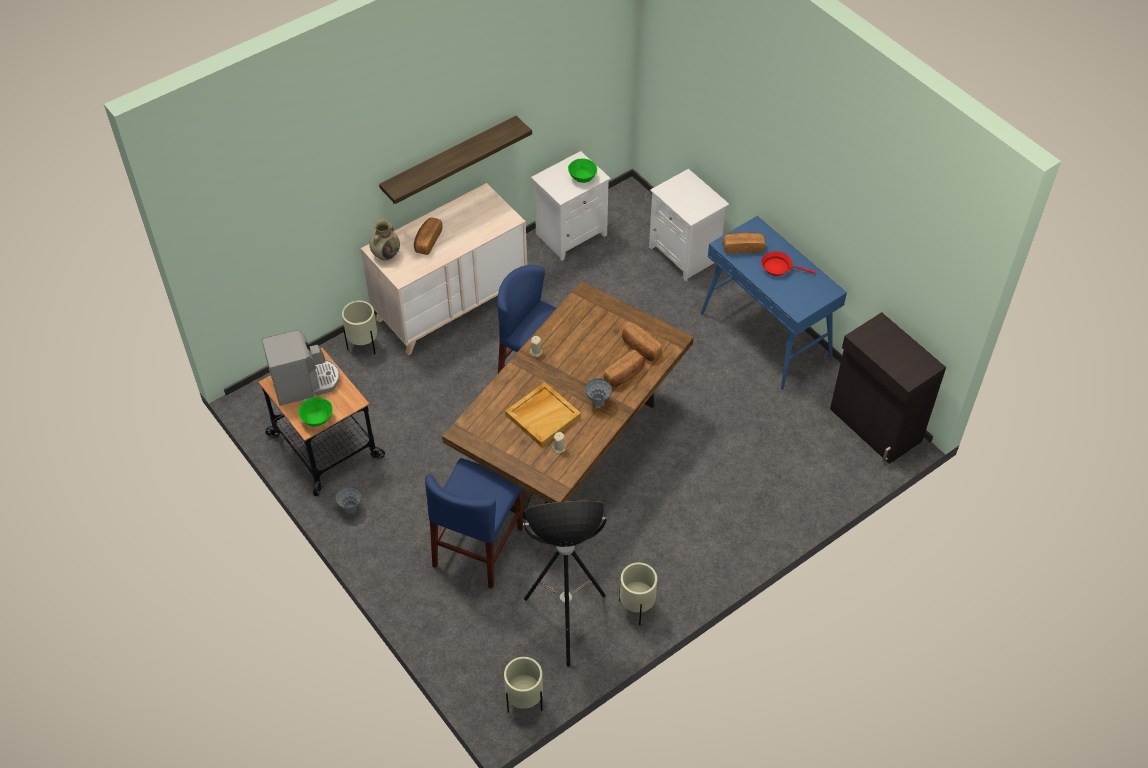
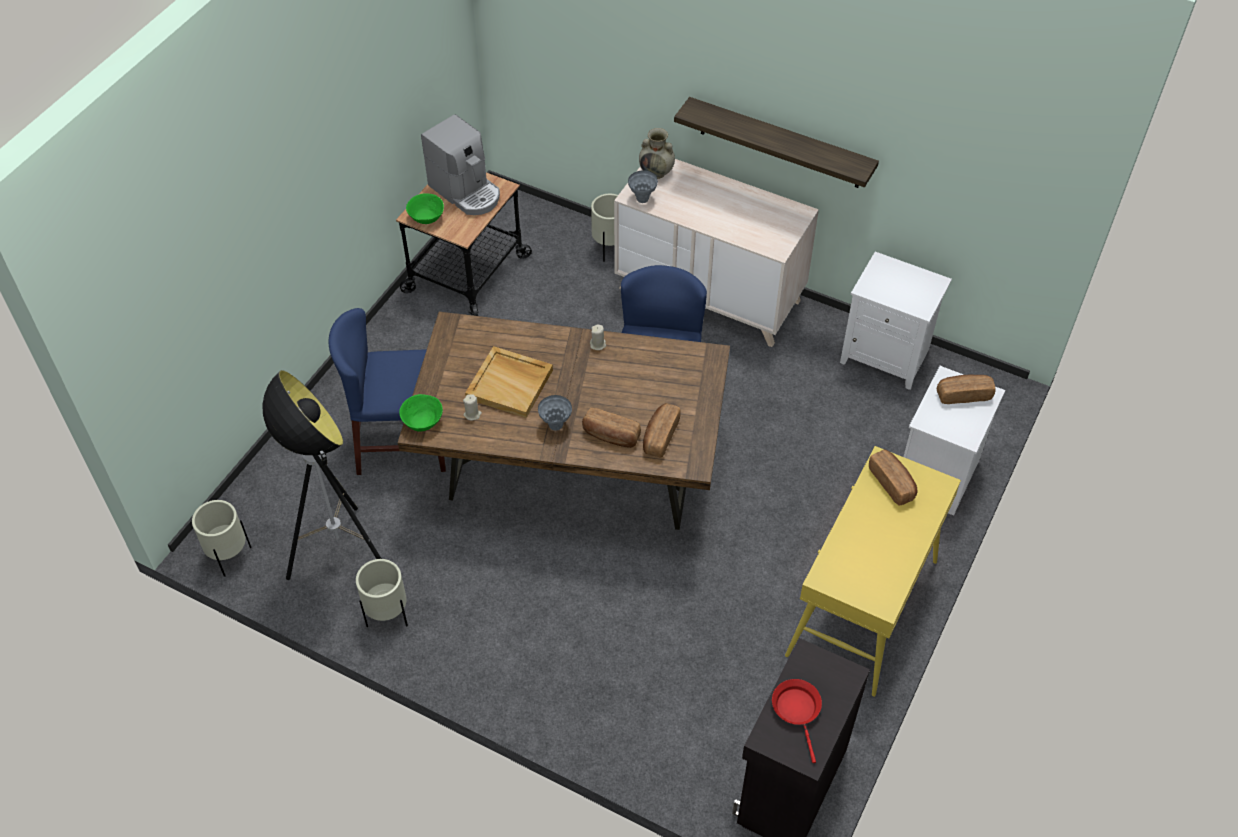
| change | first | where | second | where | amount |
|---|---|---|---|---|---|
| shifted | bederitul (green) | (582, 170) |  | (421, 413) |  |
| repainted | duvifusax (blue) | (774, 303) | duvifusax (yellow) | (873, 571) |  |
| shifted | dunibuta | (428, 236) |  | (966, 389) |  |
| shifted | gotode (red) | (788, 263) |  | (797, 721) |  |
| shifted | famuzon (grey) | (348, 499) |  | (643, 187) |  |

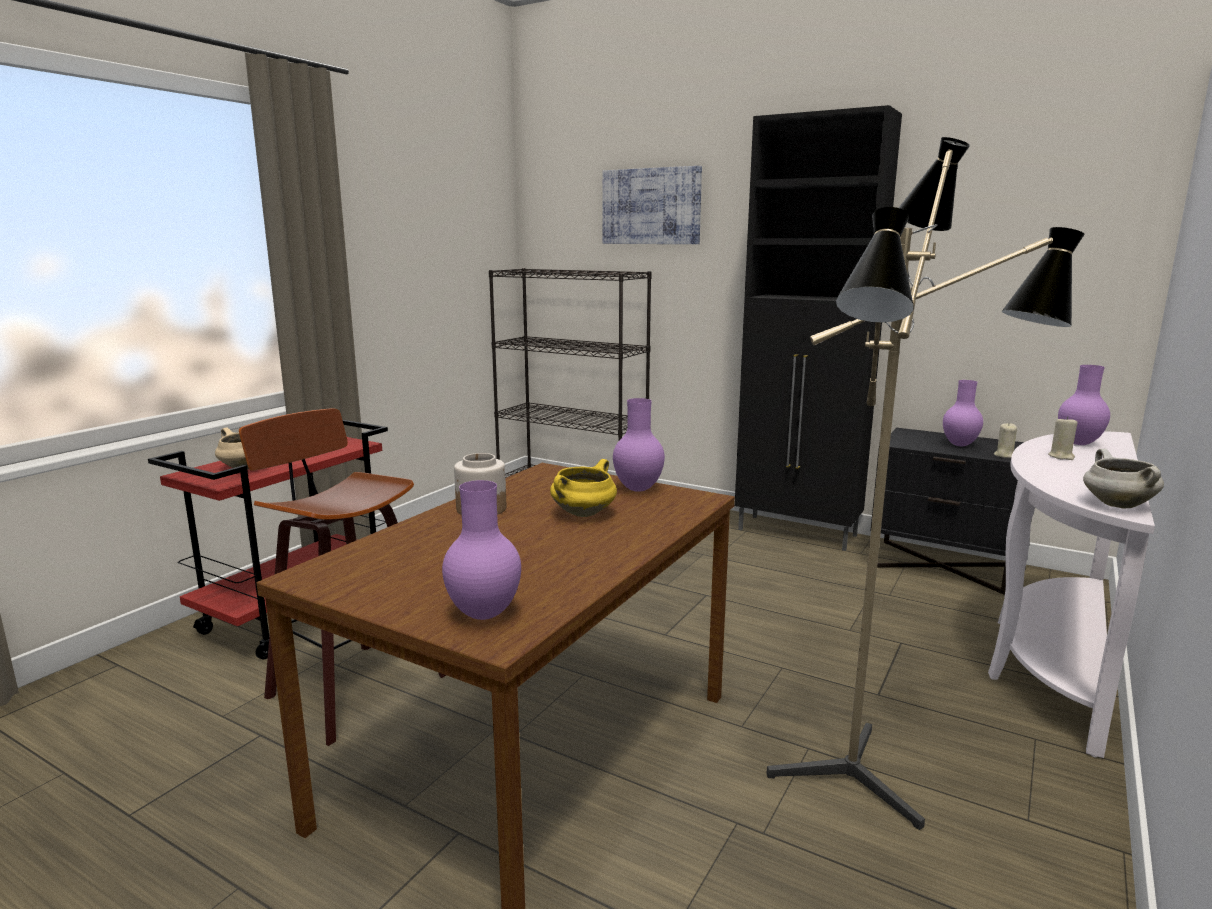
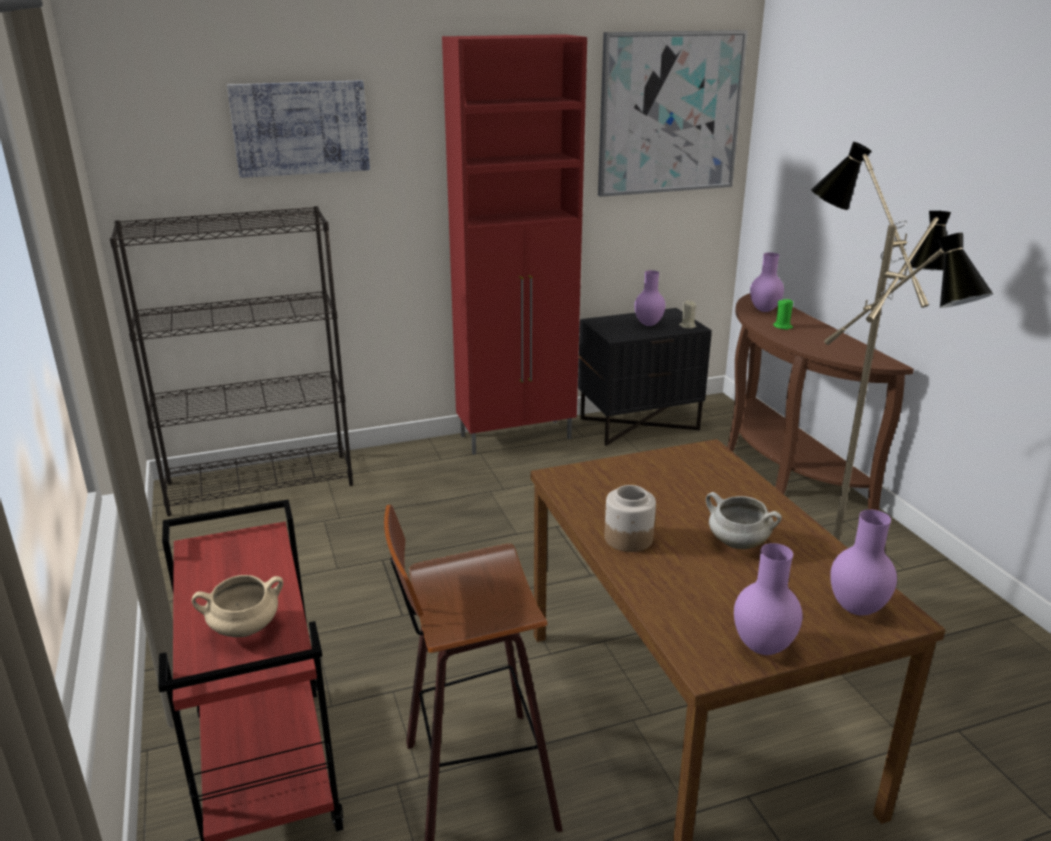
| change | first | where | second | where | amount |
|---|---|---|---|---|---|
| repainted | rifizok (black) | (818, 328) | rifizok (red) | (514, 244) |  |
| shifted | famuzon (purple) | (639, 445) |  | (768, 599) |  |
| repainted | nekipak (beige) | (1062, 438) | nekipak (green) | (783, 314) |  |
| repainted | duvifusax (white) | (1071, 594) | duvifusax (brown) | (820, 402) |  |
| shifted | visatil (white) | (1123, 478) |  | (744, 520) |  |
| gone | visatil (yellow) | (583, 488) |  |  |  |
| new |  |  | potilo | (673, 113) |  |

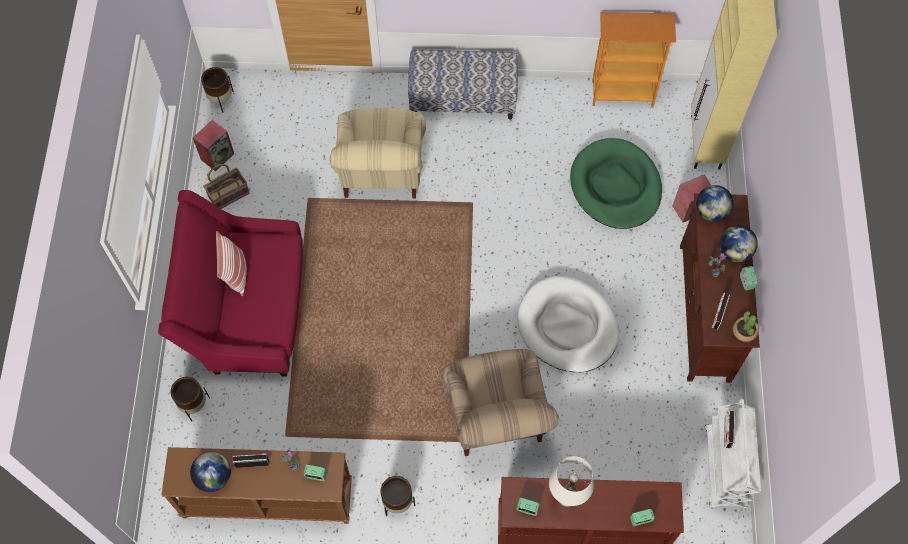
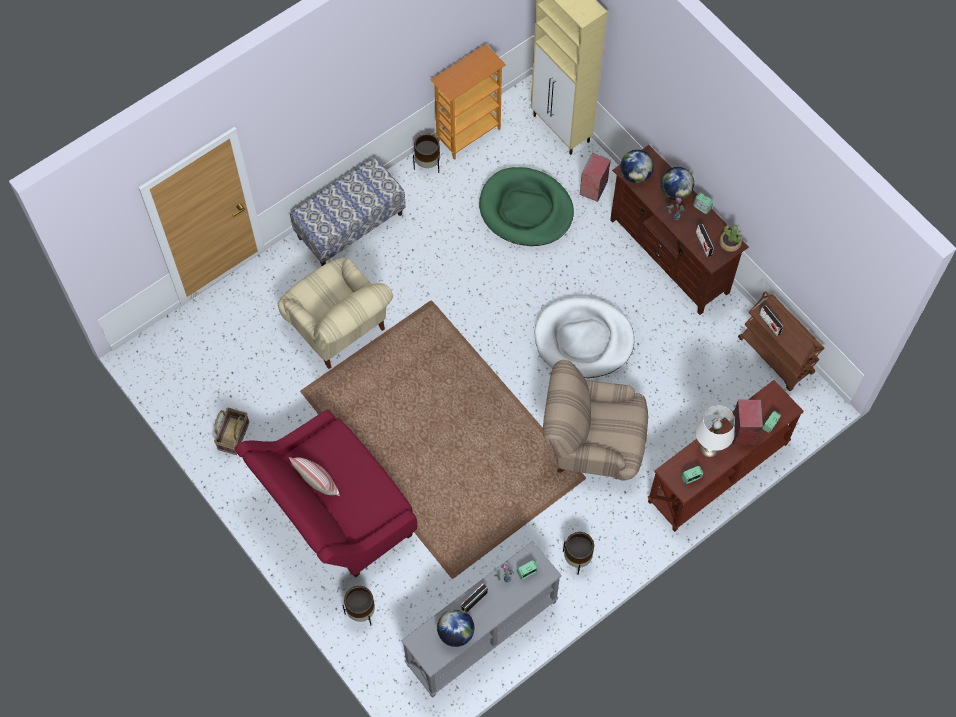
| change | first | where | second | where | amount |
|---|---|---|---|---|---|
| shifted | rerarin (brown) | (217, 90) |  | (426, 153) |  |
| shifted | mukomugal | (213, 145) |  | (747, 423) |  |
| rotated | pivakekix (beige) | (500, 402) |  | (595, 420) | 150 degrees clockwise |
| repainted | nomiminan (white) | (732, 454) | nomiminan (brown) | (781, 341) |  |
| repainted | duvifusax (brown) | (256, 485) | duvifusax (grey) | (481, 619) |  |

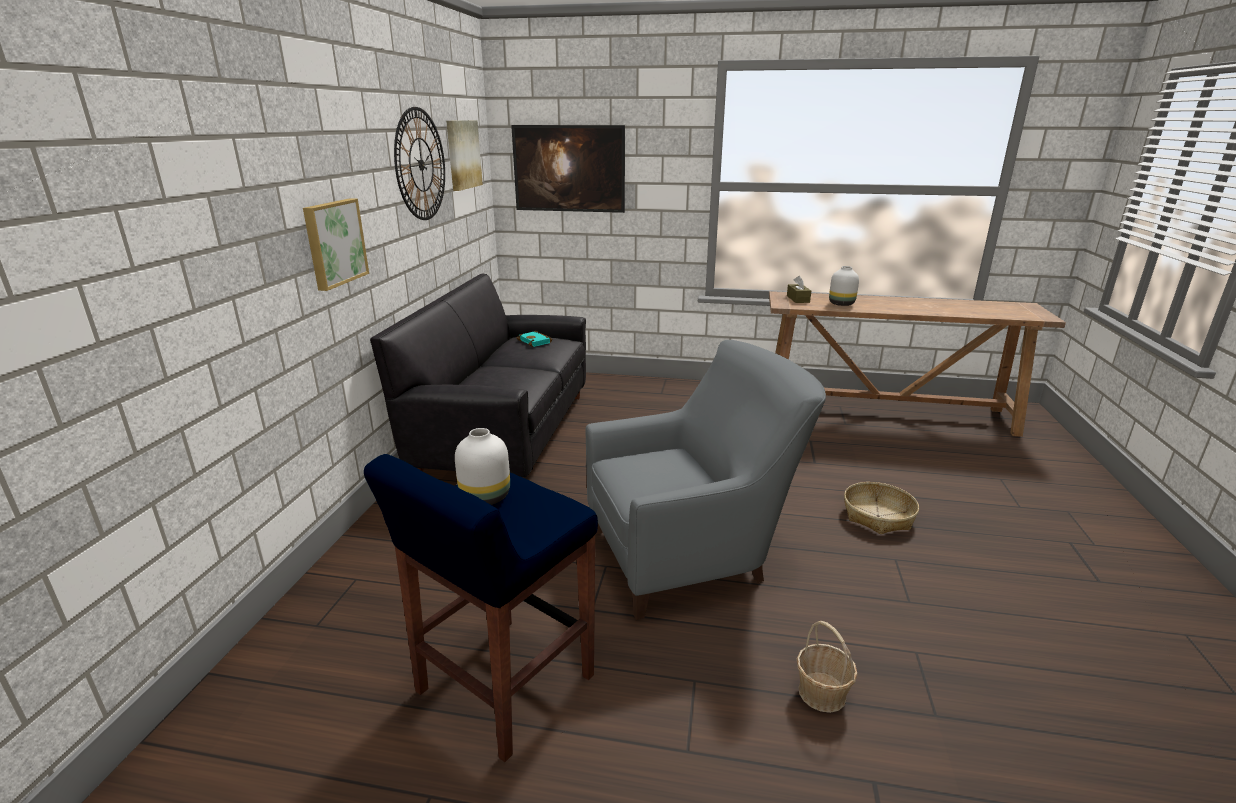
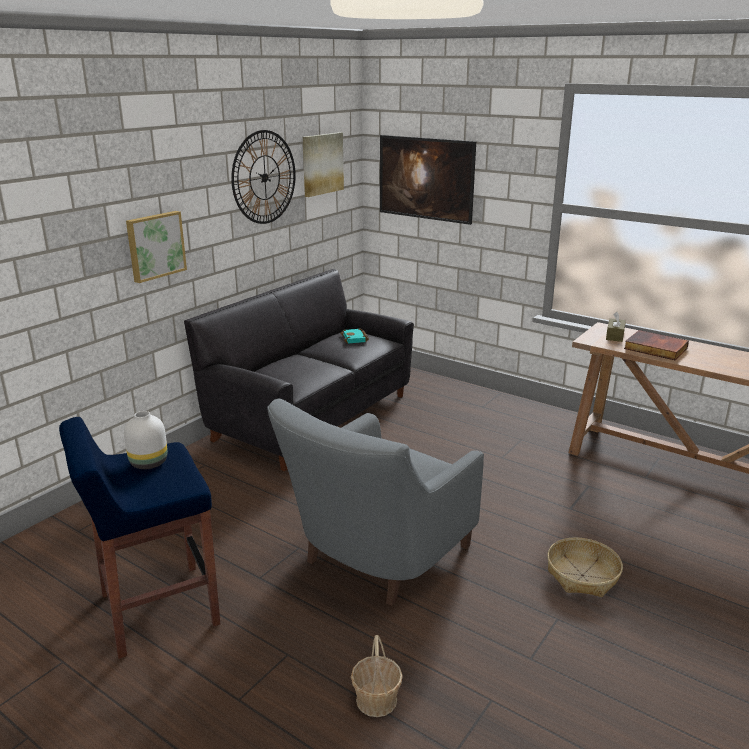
| change | first | where | second | where | amount |
|---|---|---|---|---|---|
| swapped | famuzon (white) | (844, 286) | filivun | (656, 345) |  |
| rotated | pivakekix (grey) | (705, 480) |  | (375, 502) | 120 degrees clockwise |

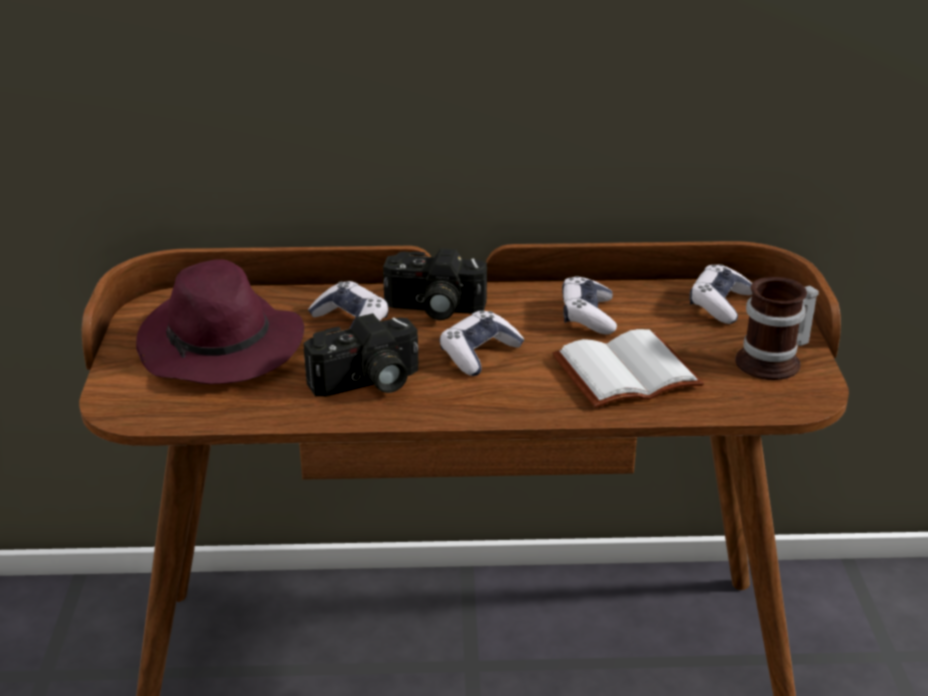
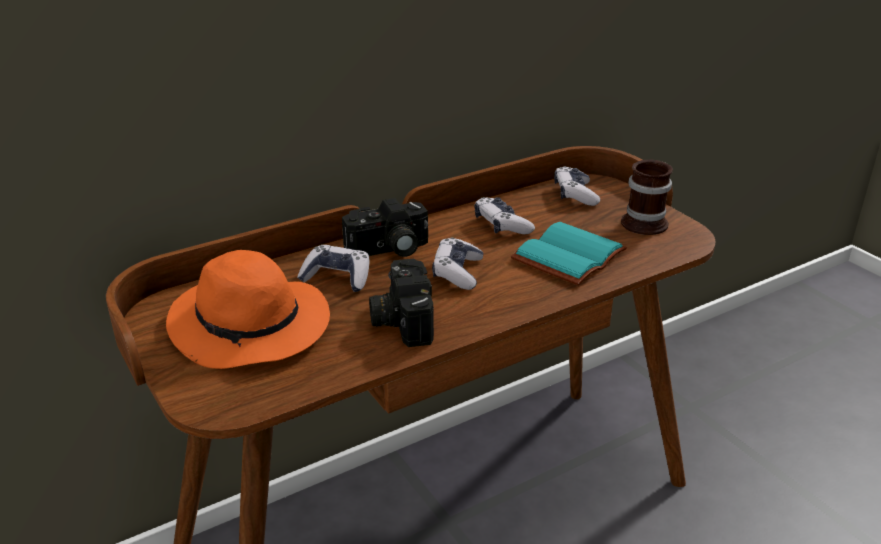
| change | first | where | second | where | amount |
|---|---|---|---|---|---|
| repainted | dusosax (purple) | (220, 321) | dusosax (orange) | (248, 309) |  |
| rotated | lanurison | (361, 355) |  | (401, 303) | 135 degrees clockwise |
| repainted | filivun (white) | (628, 368) | filivun (turquoise) | (569, 253) |  |

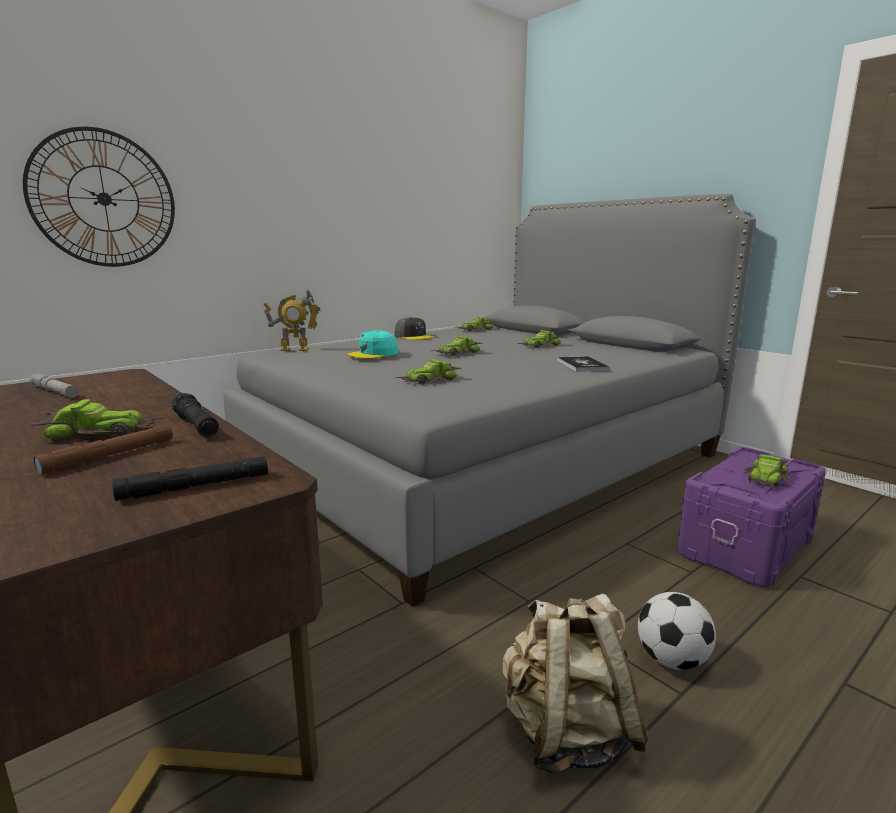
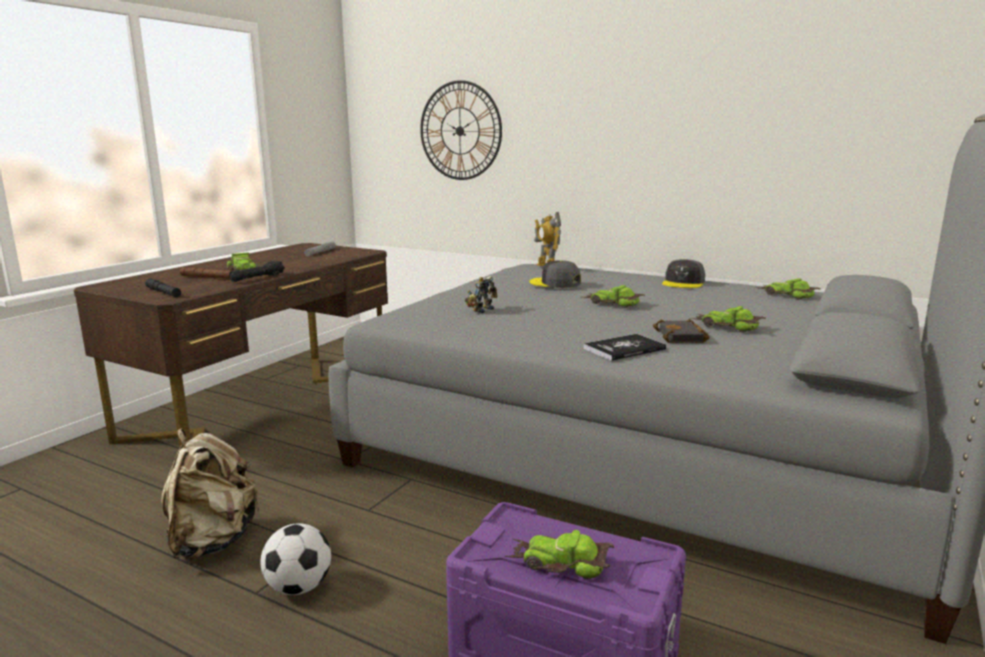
| change | first | where | second | where | amount |
|---|---|---|---|---|---|
| repainted | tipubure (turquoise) | (373, 344) | tipubure (grey) | (555, 274) |  |
| swapped | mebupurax | (429, 372) | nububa | (481, 294) |  |
| new |  |  | filivun (black) | (681, 331) |  |

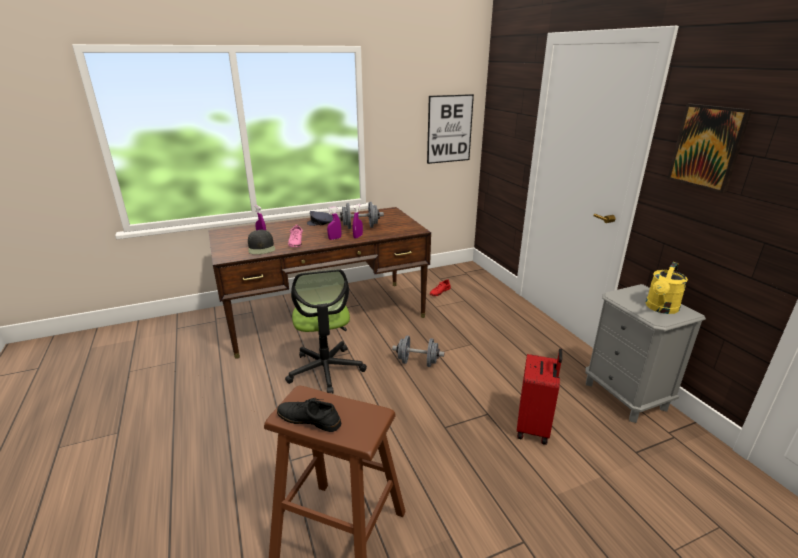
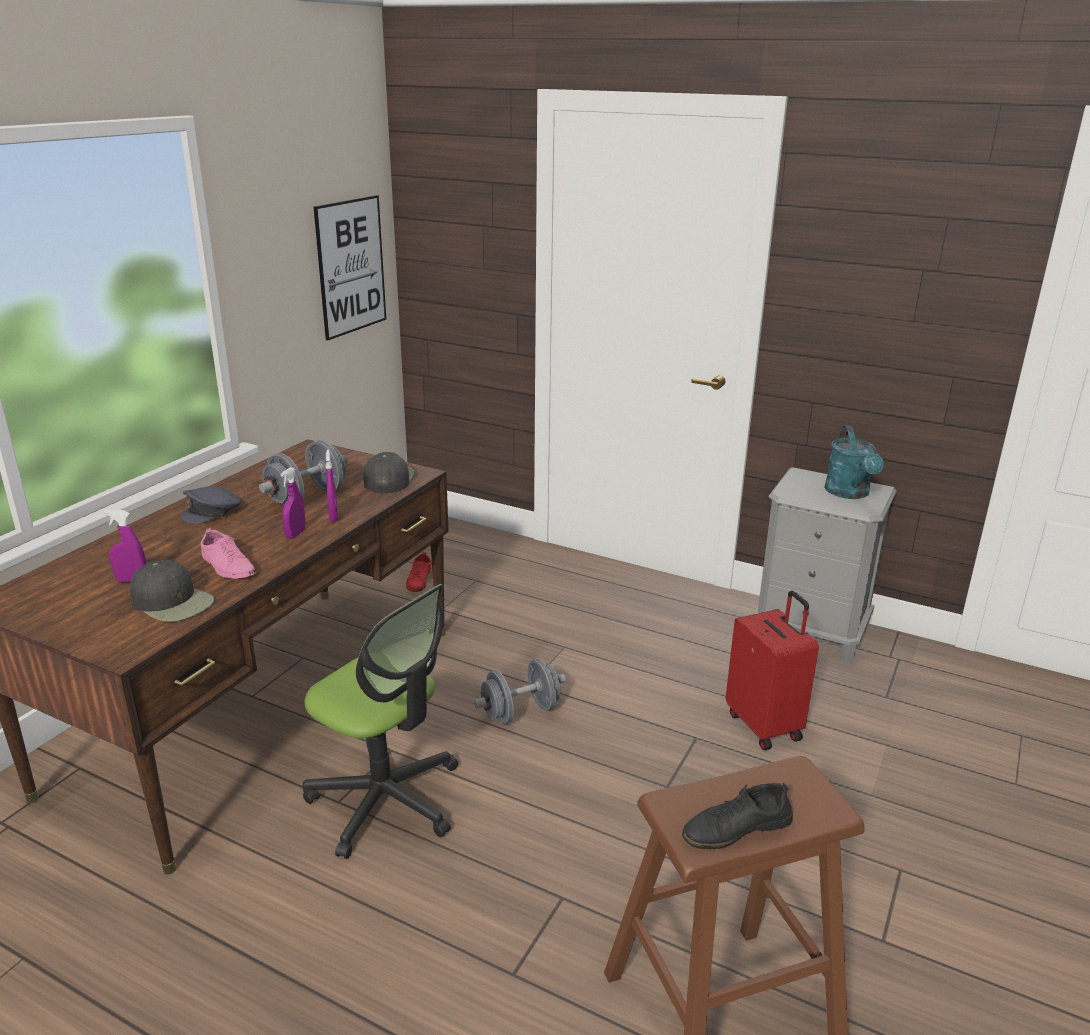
| change | first | where | second | where | amount |
|---|---|---|---|---|---|
| gone | potilo | (709, 148) |  |  |  |
| repainted | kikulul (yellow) | (667, 288) | kikulul (turquoise) | (854, 462) |  |
| new |  |  | tipubure (black) | (388, 472) |  |

